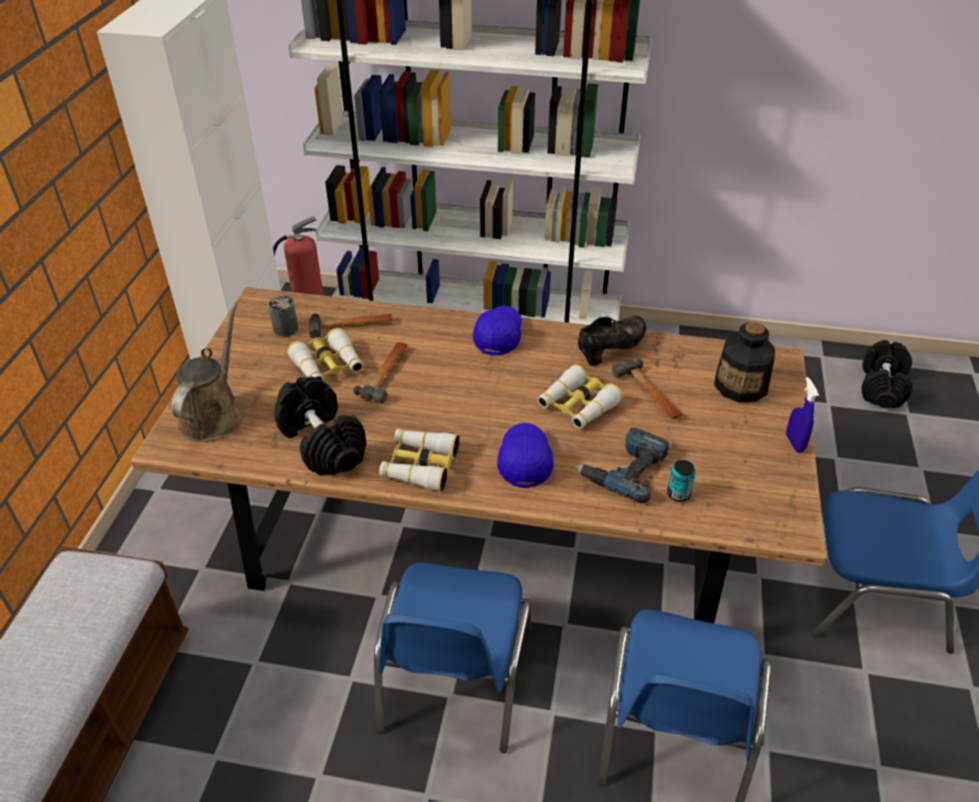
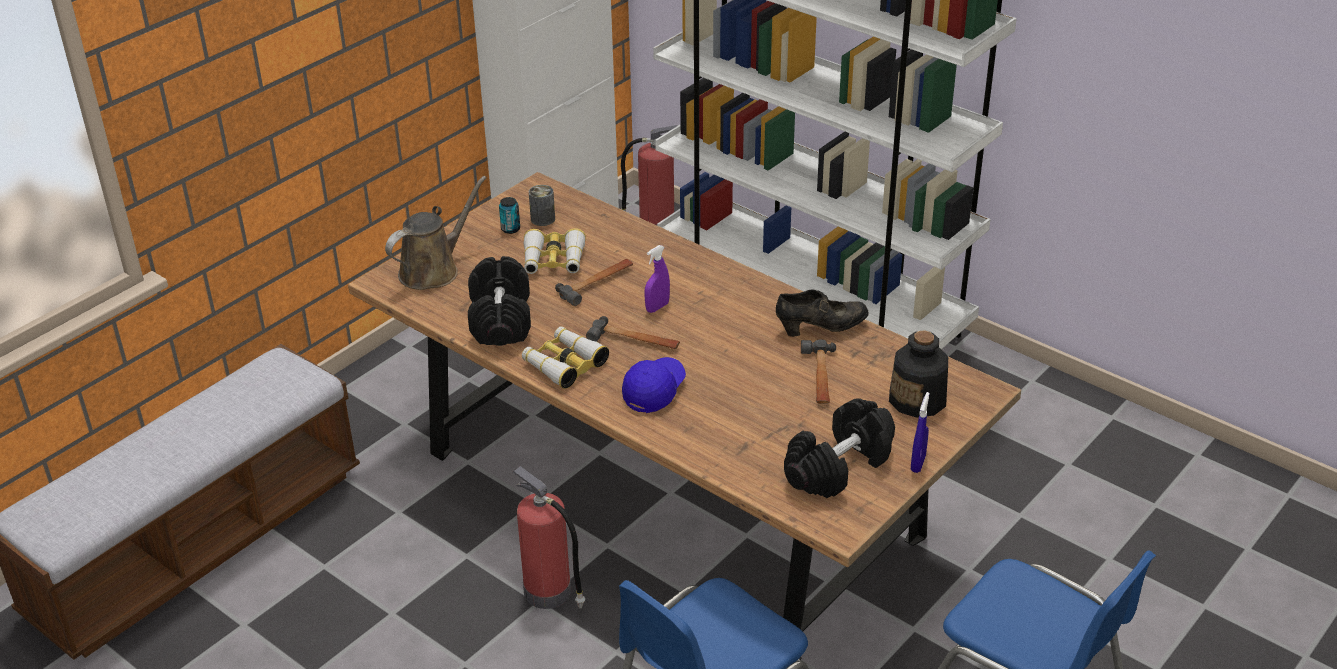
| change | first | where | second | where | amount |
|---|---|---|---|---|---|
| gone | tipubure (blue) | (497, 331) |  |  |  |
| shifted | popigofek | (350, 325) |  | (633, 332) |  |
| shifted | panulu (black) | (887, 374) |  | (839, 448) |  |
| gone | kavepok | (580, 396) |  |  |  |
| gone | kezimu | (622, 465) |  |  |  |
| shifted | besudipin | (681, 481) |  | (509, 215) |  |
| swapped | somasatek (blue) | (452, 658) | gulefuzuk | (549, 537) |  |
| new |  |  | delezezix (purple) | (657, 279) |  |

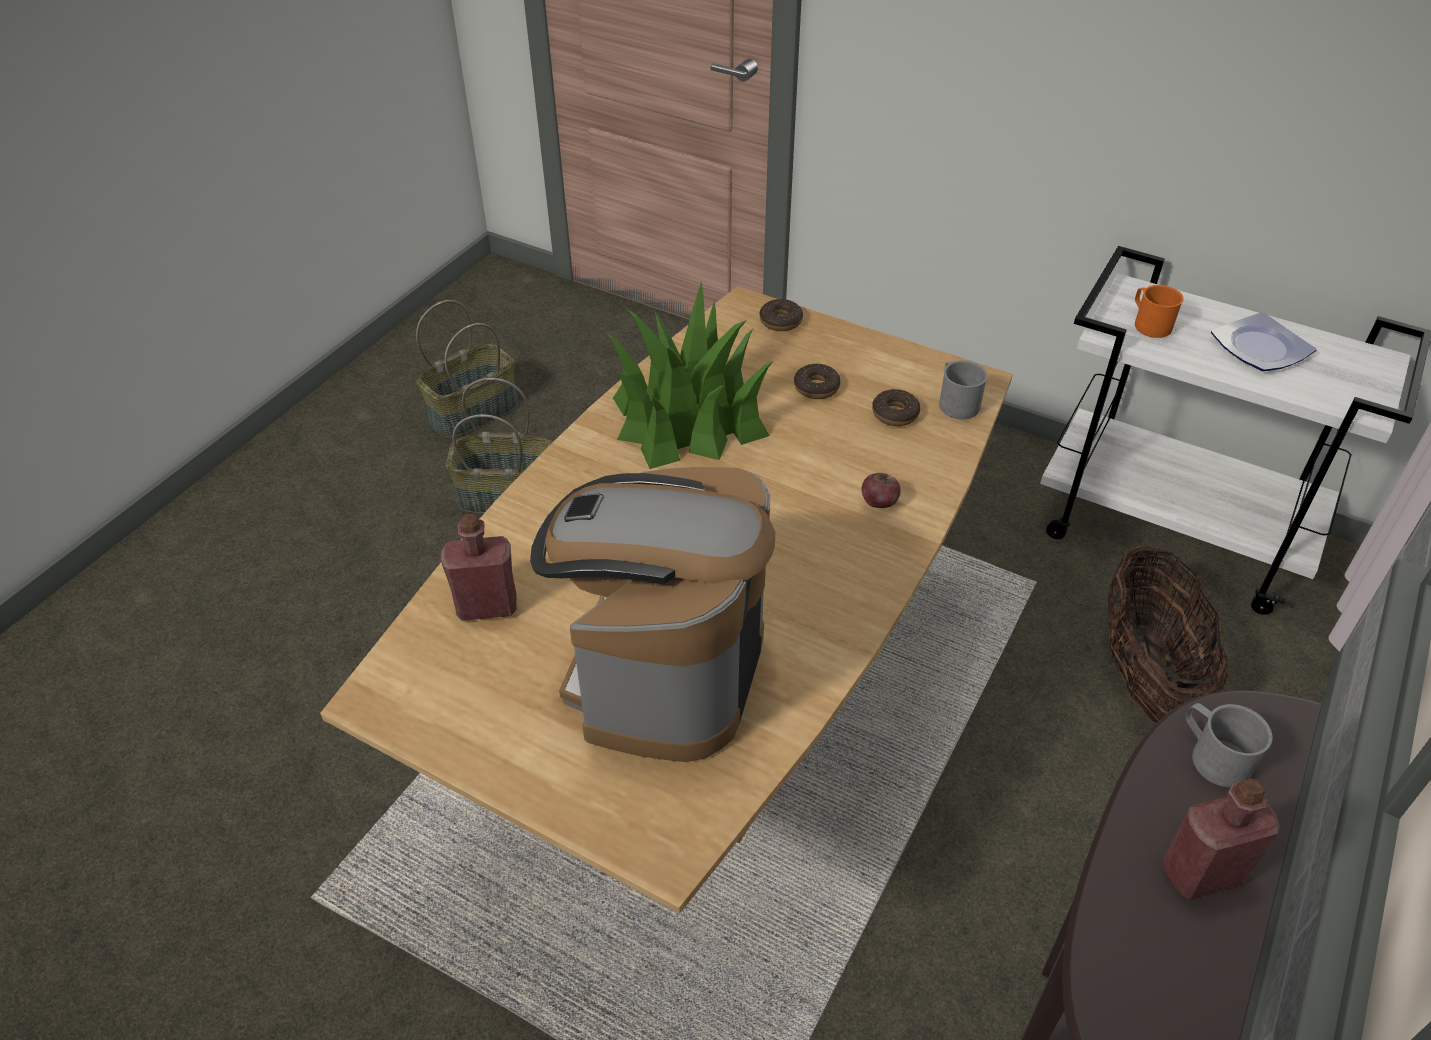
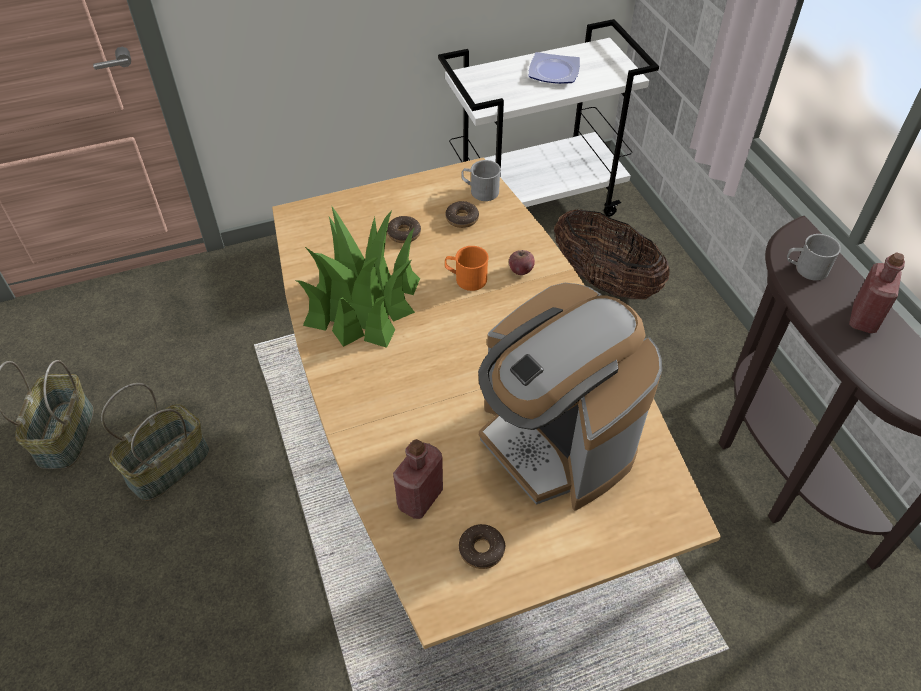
| change | first | where | second | where | amount |
|---|---|---|---|---|---|
| shifted | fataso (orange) | (1159, 311) |  | (467, 268) |  |
| shifted | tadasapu | (781, 314) |  | (482, 546) |  |

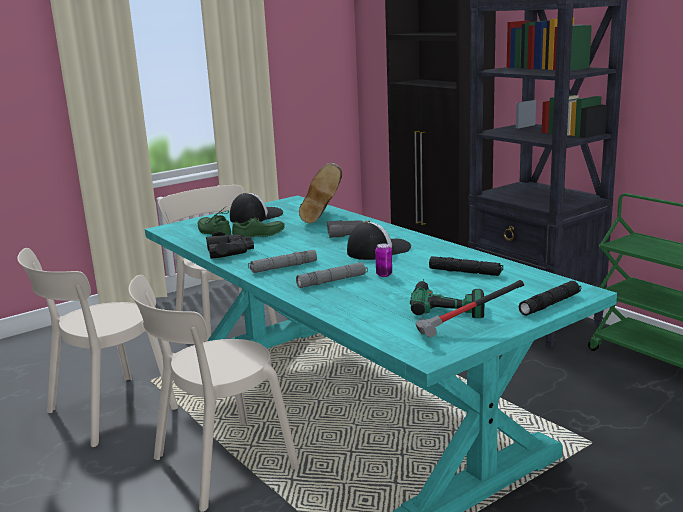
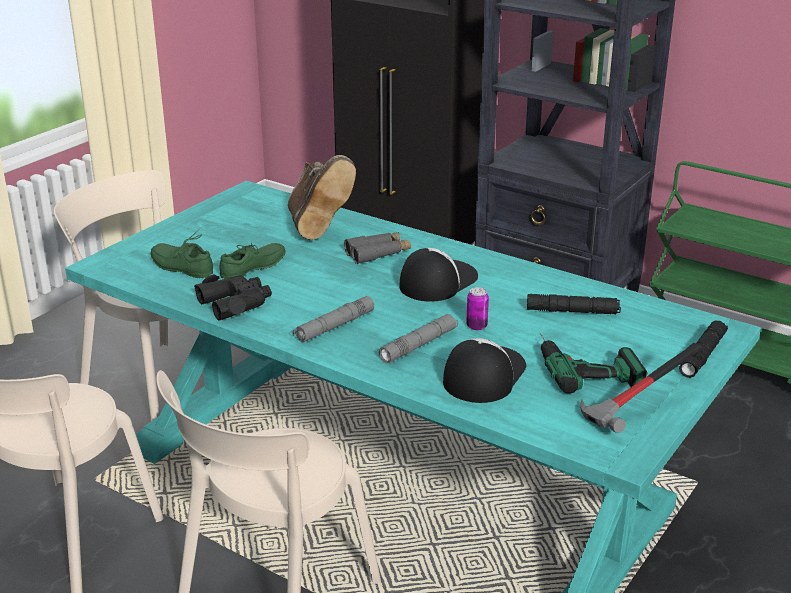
| change | first | where | second | where | amount |
|---|---|---|---|---|---|
| shifted | tipubure | (256, 208) |  | (484, 370) |  |

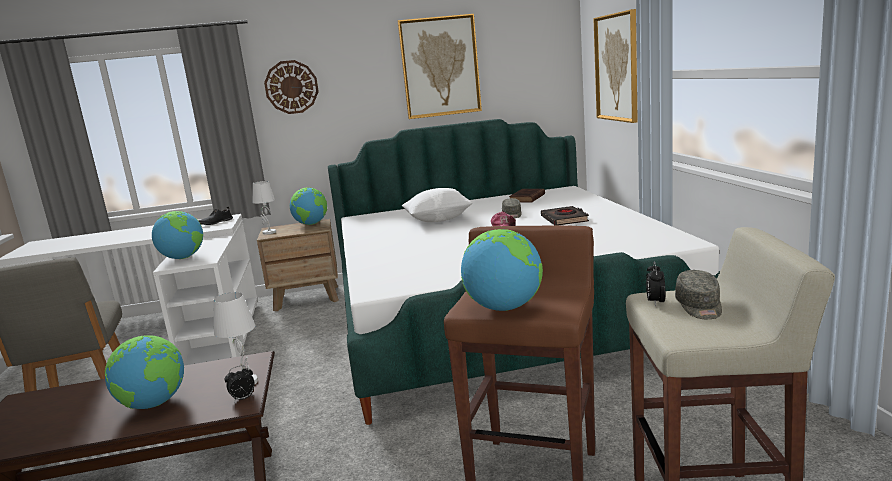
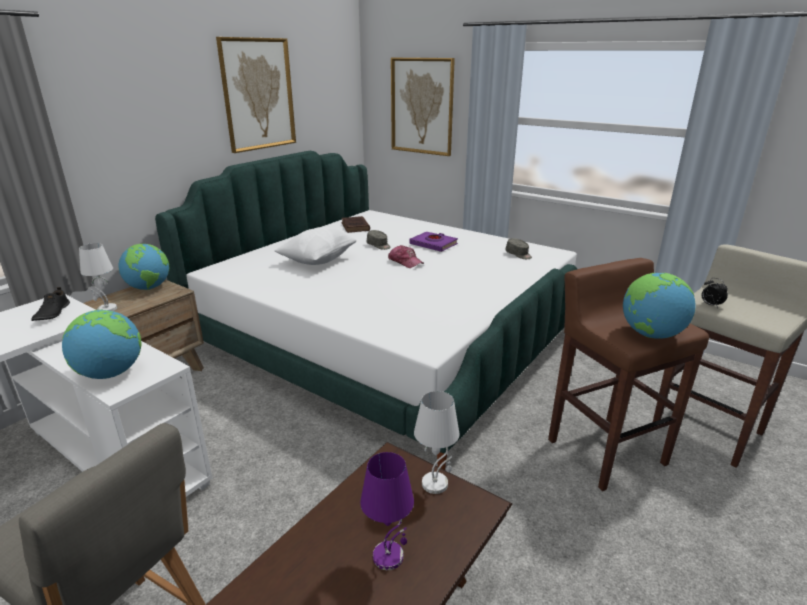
| change | first | where | second | where | amount |
|---|---|---|---|---|---|
| gone | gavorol | (291, 87) |  |  |  |
| repainted | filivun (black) | (565, 215) | filivun (purple) | (434, 242) |  |
| shifted | tipubure (grey) | (698, 294) |  | (519, 248) |  |
| swapped | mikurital | (144, 372) | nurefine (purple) | (387, 511) |  |
| gone | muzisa | (239, 383) |  |  |  |

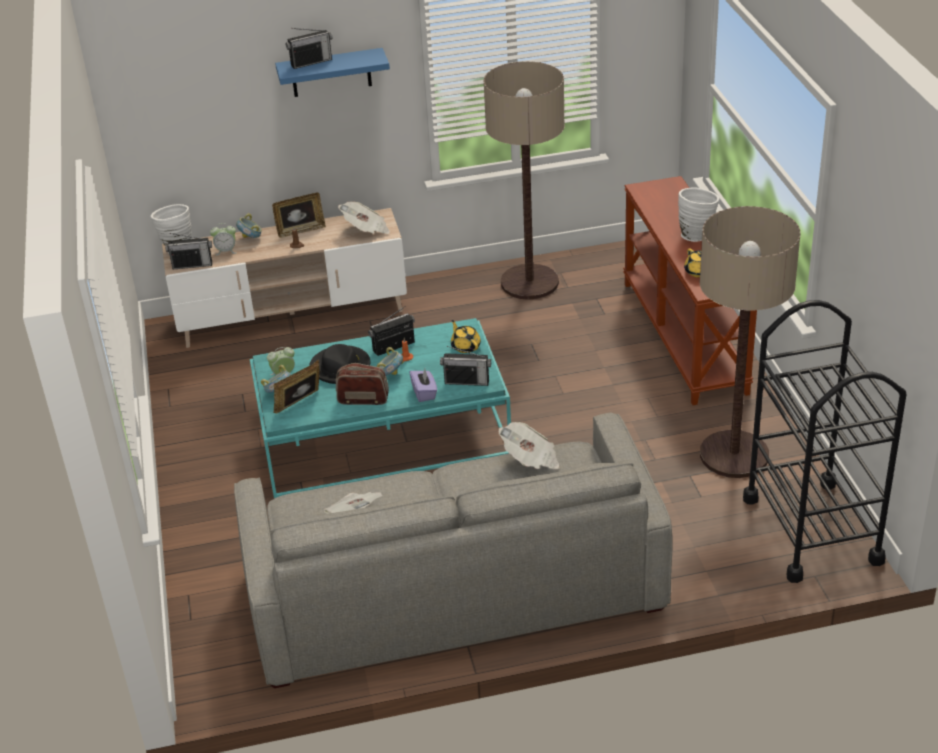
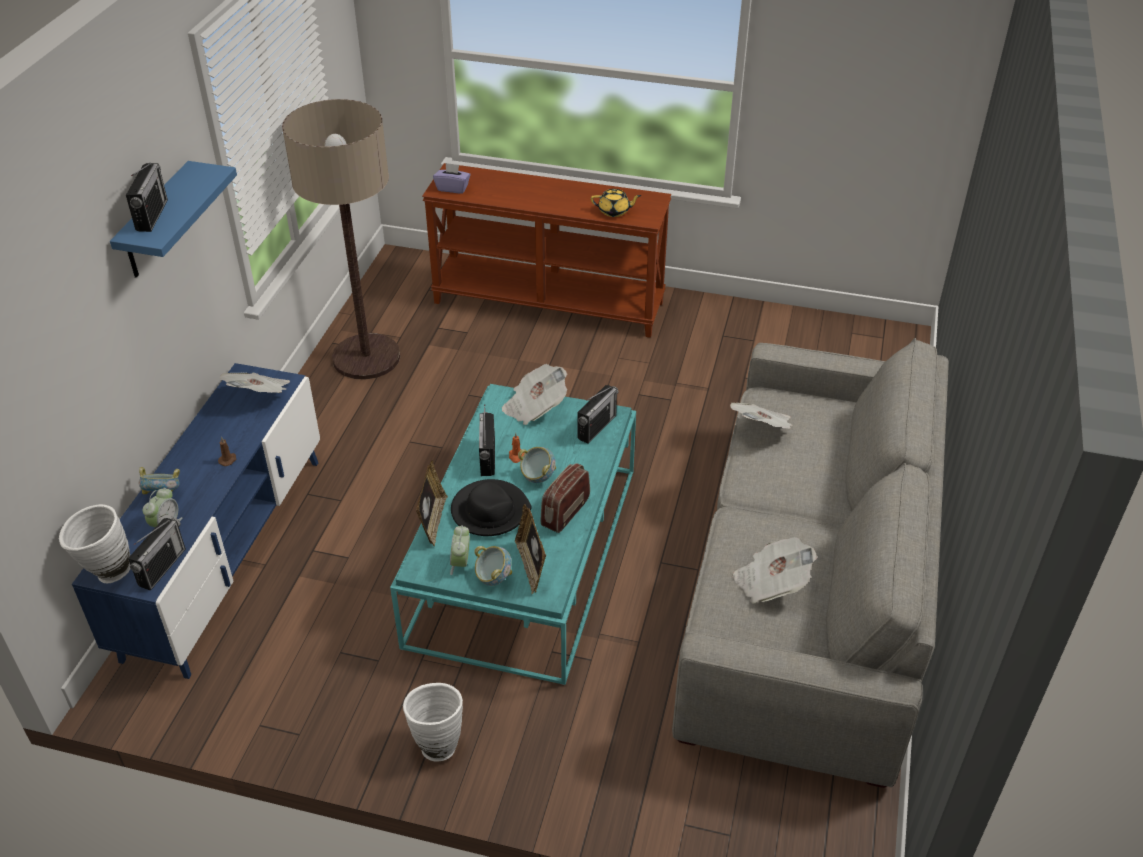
| change | first | where | second | where | amount |
|---|---|---|---|---|---|
| shifted | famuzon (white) | (698, 214) |  | (433, 722) |  |
| shifted | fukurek | (299, 215) |  | (432, 503) |  |
| gone | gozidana | (750, 342) |  |  |  |
| repainted | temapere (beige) | (284, 278) | temapere (blue) | (196, 521) |  |
| gone | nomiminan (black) | (825, 441) |  |  |  |
| swapped | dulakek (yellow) | (466, 336) | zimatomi | (534, 394) |  |
| shifted | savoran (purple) | (423, 385) |  | (451, 178) |  |

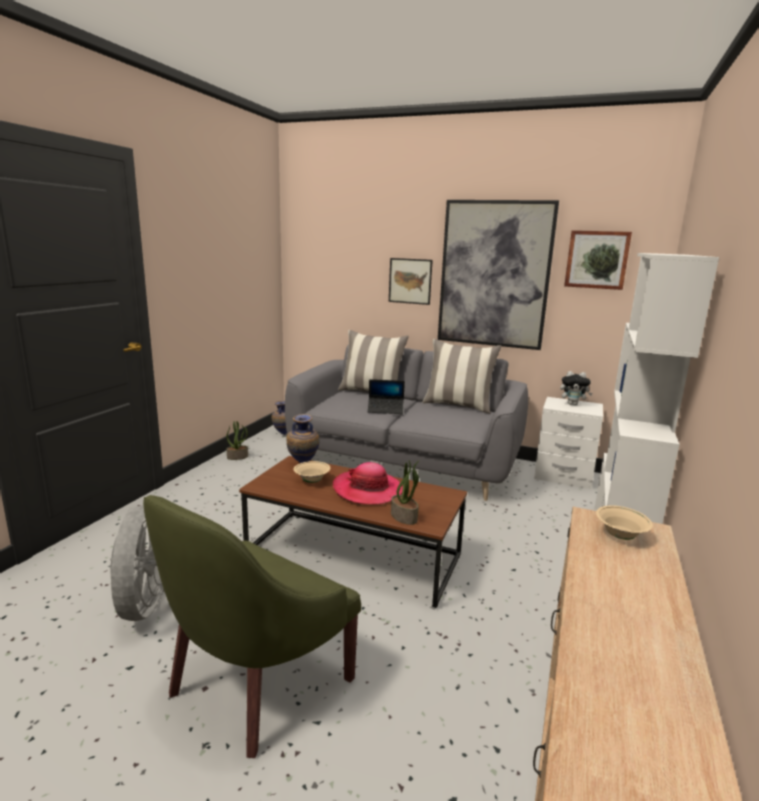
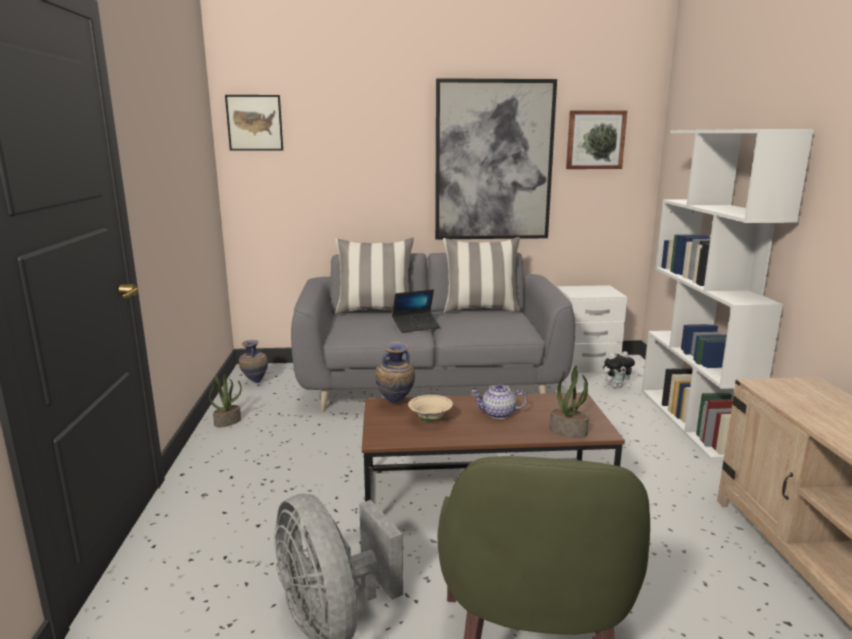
| change | first | where | second | where | amount |
|---|---|---|---|---|---|
| shifted | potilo | (411, 281) |  | (254, 123) |  |
| shifted | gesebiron | (576, 388) |  | (619, 369) |  |
| swapped | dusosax | (368, 483) | dulakek | (499, 401) |  |
| gone | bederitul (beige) | (624, 522) |  |  |  |

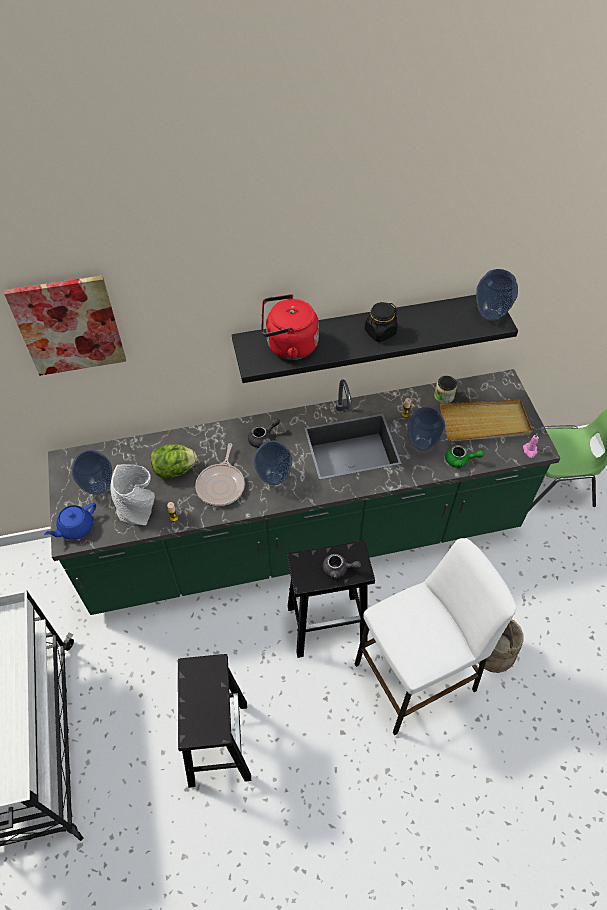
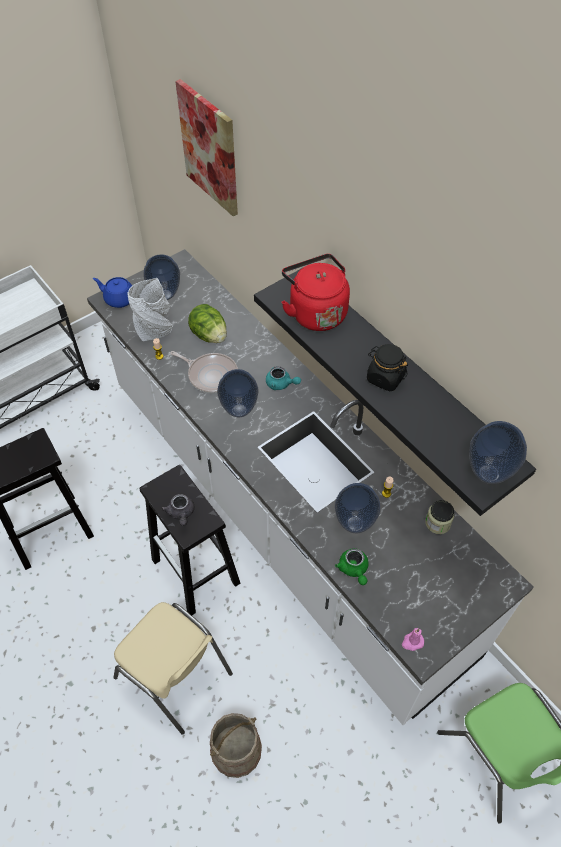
| change | first | where | second | where | amount |
|---|---|---|---|---|---|
| repainted | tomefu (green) | (304, 492) | tomefu (white) | (310, 487) |  |
| gone | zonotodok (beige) | (486, 420) |  |  |  |
| repainted | dulakek (grey) | (264, 433) | dulakek (turquoise) | (283, 378) |  |
| rotated | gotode | (220, 474) |  | (204, 372) | 135 degrees counterclockwise |
| swapped | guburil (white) | (435, 636) | somasatek (beige) | (173, 668) |  |

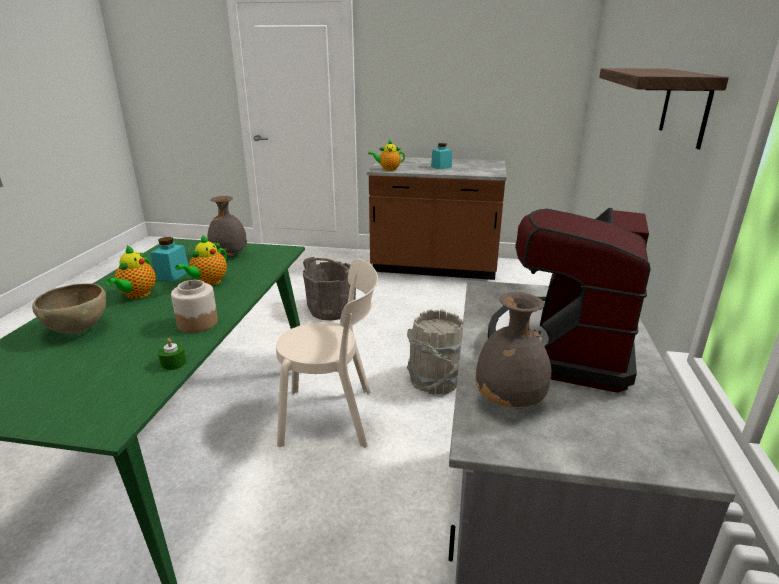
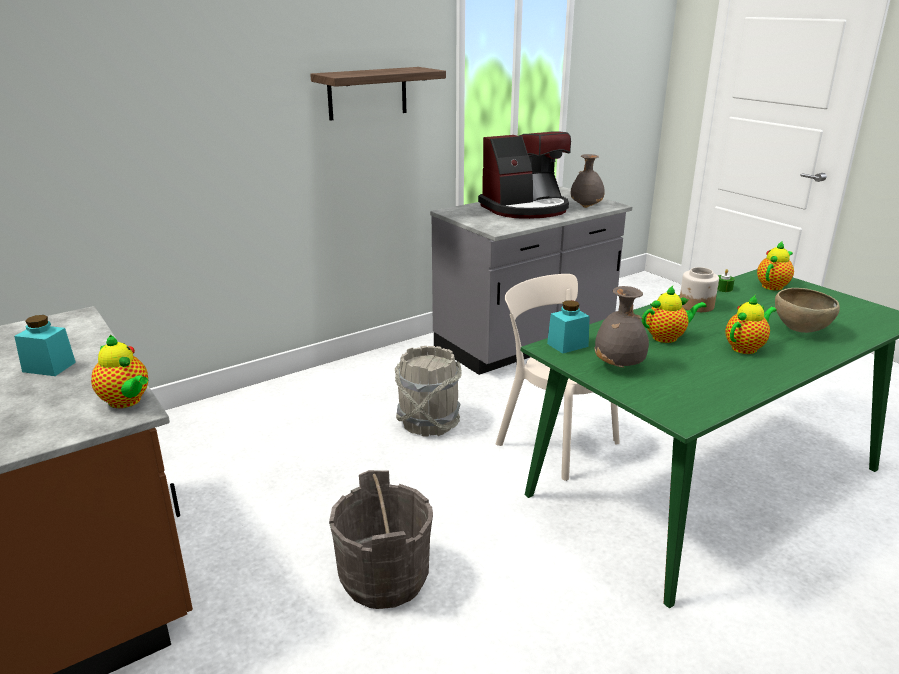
| change | first | where | second | where | amount |
|---|---|---|---|---|---|
| shifted | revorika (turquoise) | (170, 259) |  | (568, 327) |  |
| new |  |  | dulakek | (775, 265) |  |

